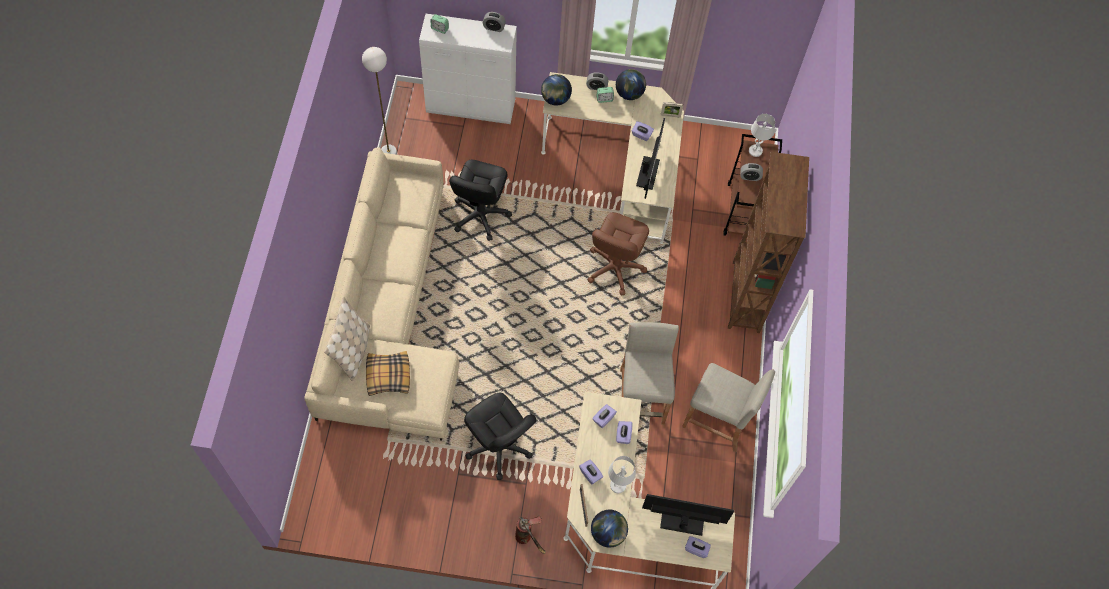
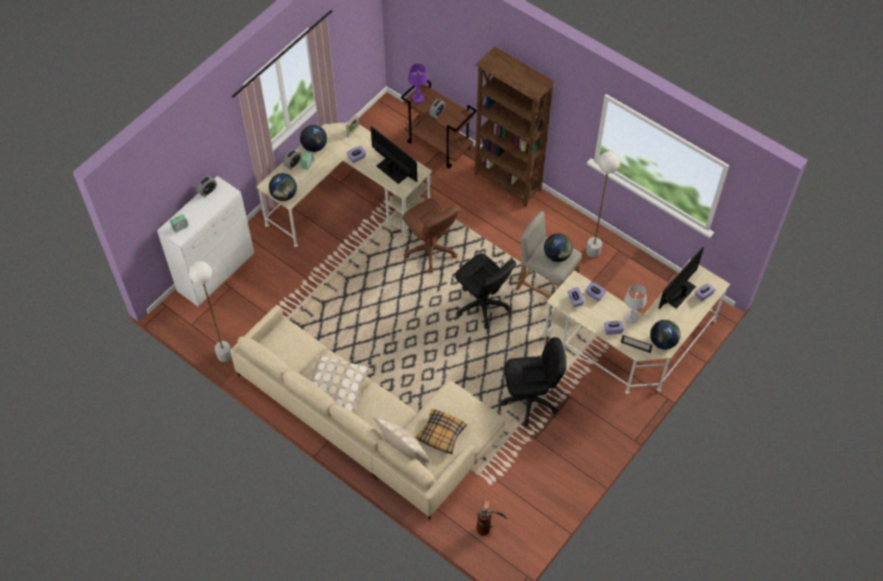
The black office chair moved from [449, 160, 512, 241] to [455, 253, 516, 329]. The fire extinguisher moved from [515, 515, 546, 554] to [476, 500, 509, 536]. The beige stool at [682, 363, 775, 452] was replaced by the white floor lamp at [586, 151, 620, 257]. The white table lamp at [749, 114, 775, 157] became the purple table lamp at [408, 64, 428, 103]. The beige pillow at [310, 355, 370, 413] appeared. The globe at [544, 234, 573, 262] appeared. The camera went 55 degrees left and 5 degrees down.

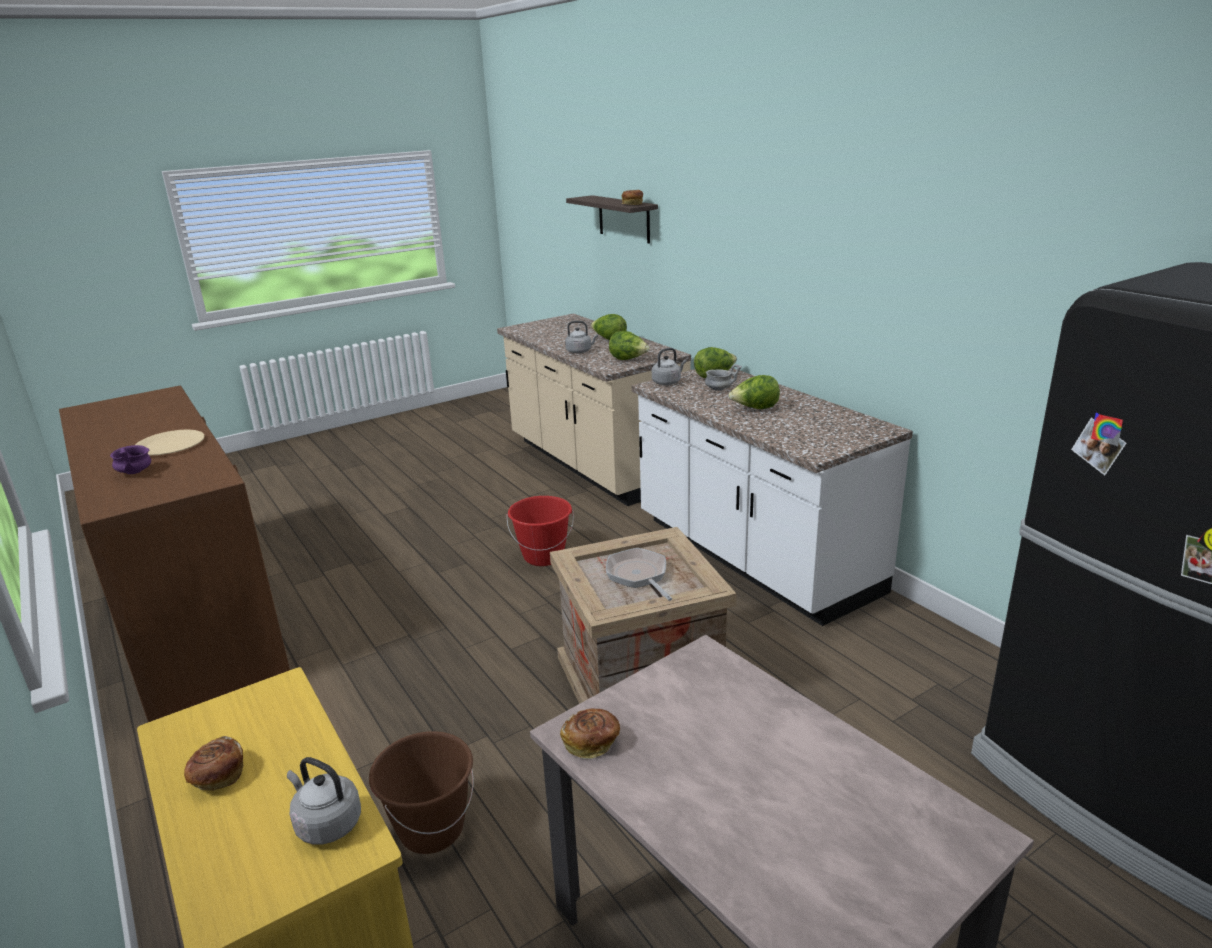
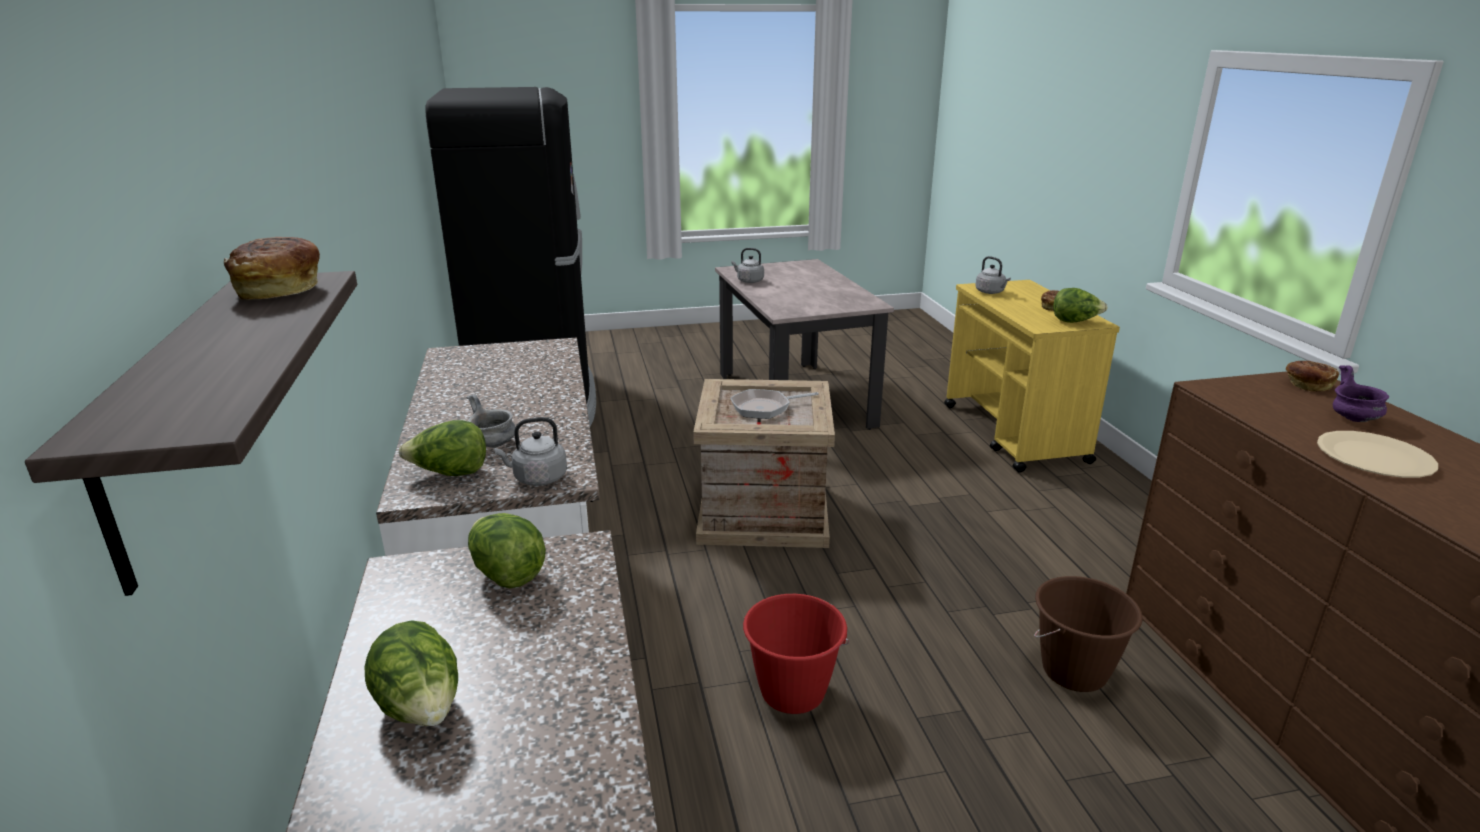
The brown bucket moved from [369, 731, 473, 854] to [1034, 576, 1143, 692]. The bread moved from [560, 709, 620, 759] to [1286, 361, 1339, 392]. The grey kettle moved from [565, 321, 598, 353] to [731, 248, 764, 283]. The frying pan at [606, 548, 672, 601] turned 75 degrees clockwise. The lettuce moved from [729, 375, 780, 409] to [1053, 288, 1108, 323]. The camera went 160 degrees left and 0 degrees up.

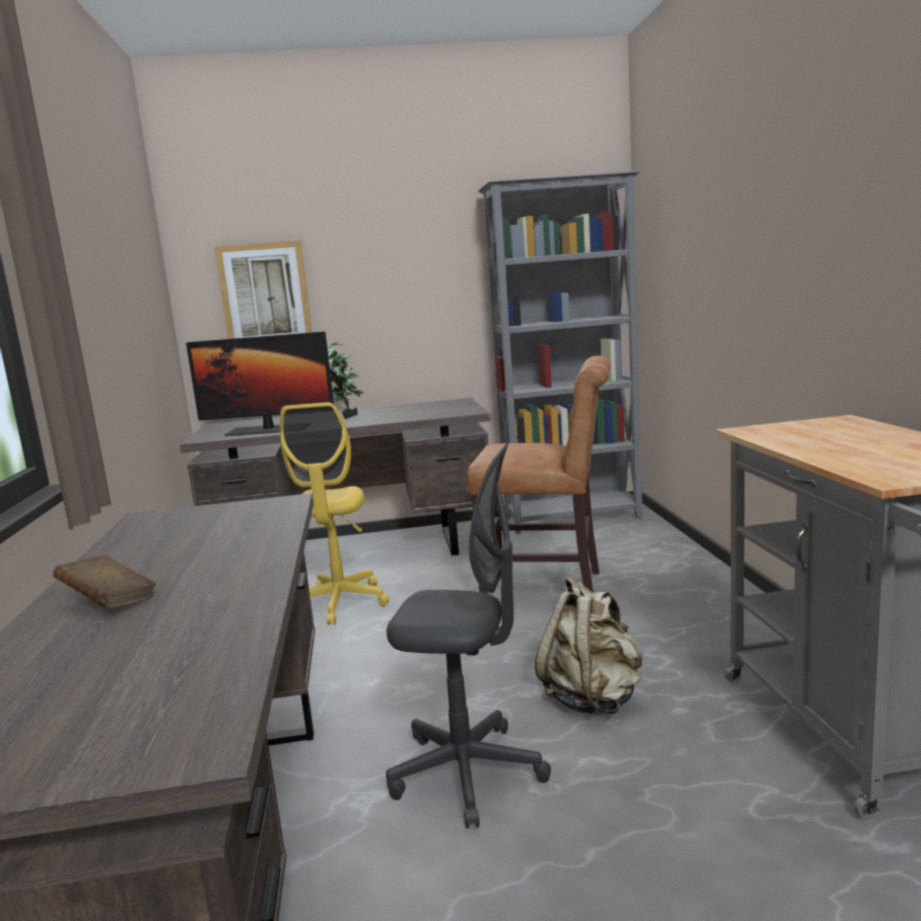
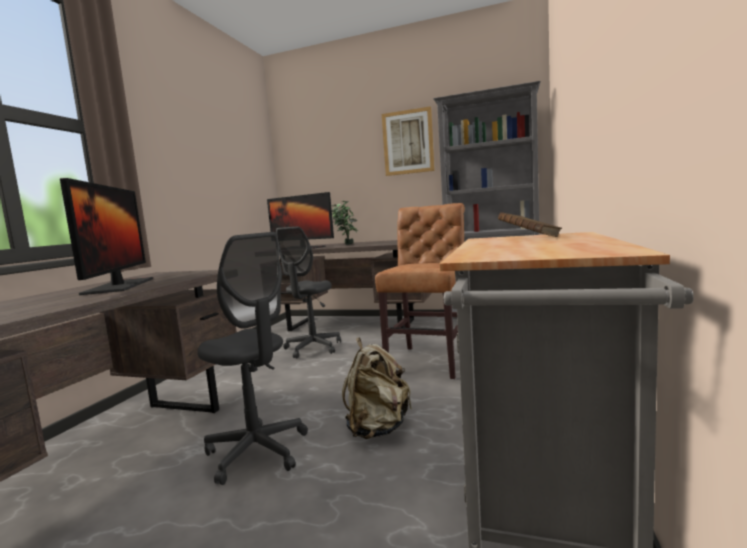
The brown book moved from [53, 555, 156, 609] to [498, 212, 562, 237]. The picture moved from [214, 240, 312, 339] to [382, 106, 435, 176]. The yellow office chair at [280, 402, 389, 625] became the grey office chair at [276, 227, 341, 358]. The brown chair at [467, 355, 610, 593] turned 105 degrees counterclockwise. The monitor at [60, 178, 153, 295] appeared. The camera went 25 degrees right and 5 degrees down.

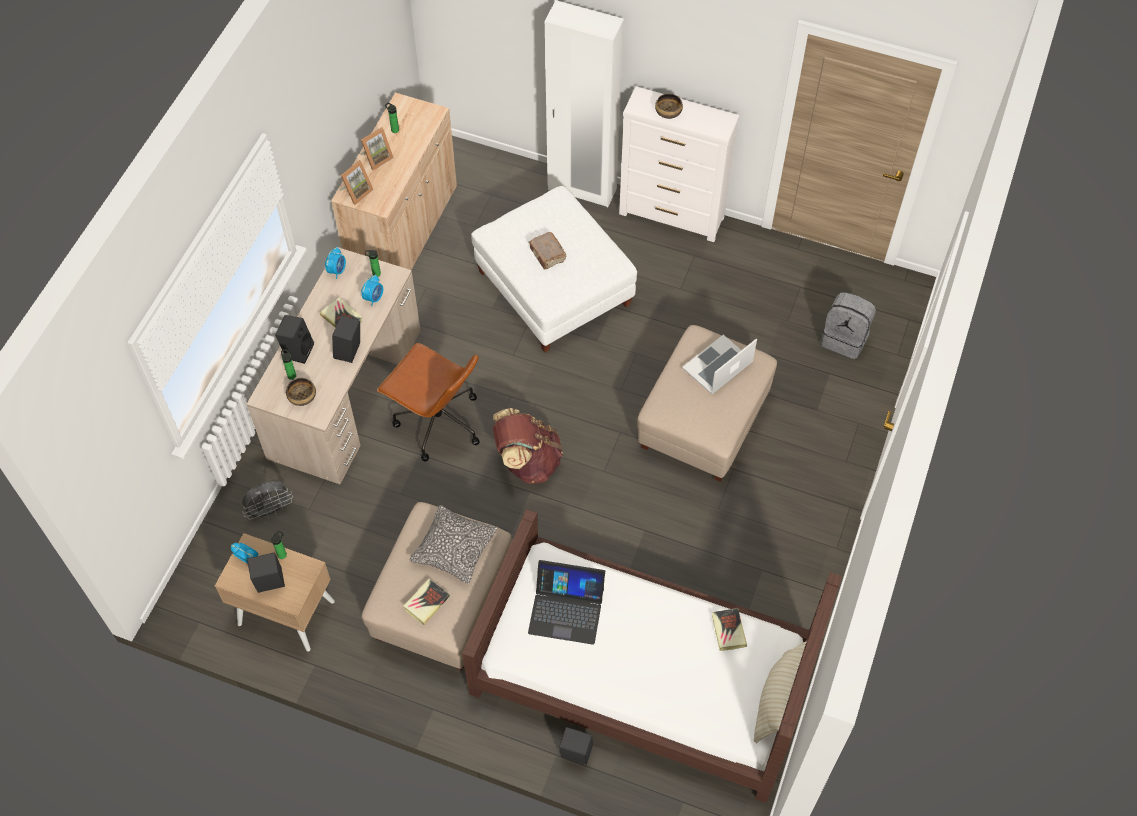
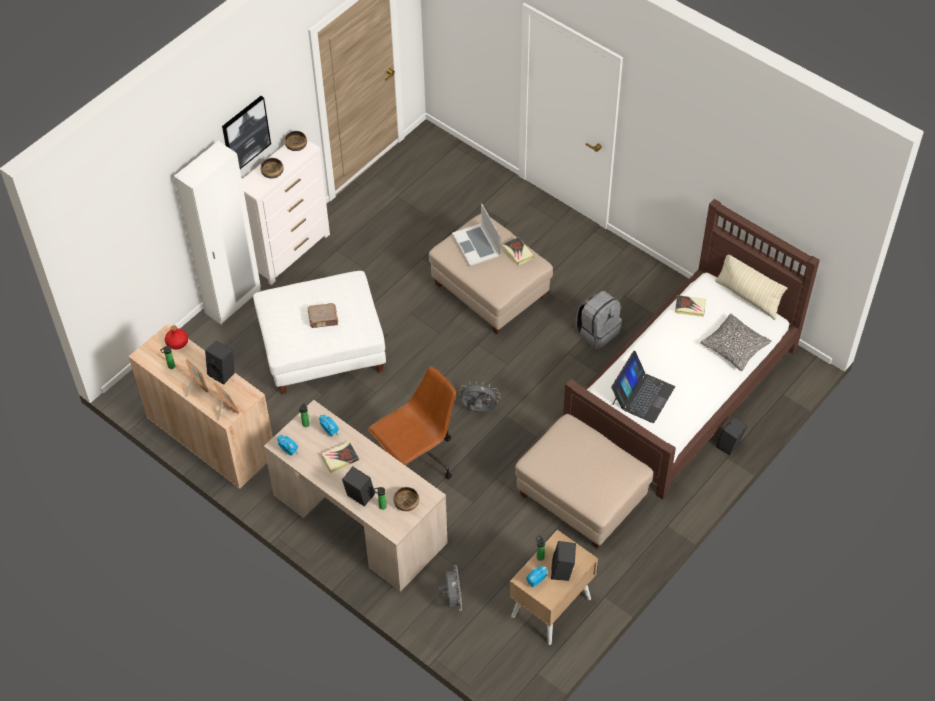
The black speaker moved from [332, 315, 360, 363] to [205, 341, 234, 385]. The book moved from [403, 579, 450, 625] to [503, 237, 534, 266]. The pillow moved from [410, 505, 497, 584] to [700, 314, 771, 371]. The brown backpack at [492, 408, 563, 484] was replaced by the grey fan at [459, 381, 499, 412]. The grey backpack moved from [821, 292, 876, 359] to [576, 291, 622, 349]. The red bottle at [165, 325, 188, 350] appeared. The picture at [222, 96, 271, 169] appeared. The bowl at [284, 131, 307, 151] appeared. The camera went 70 degrees left and 5 degrees down.

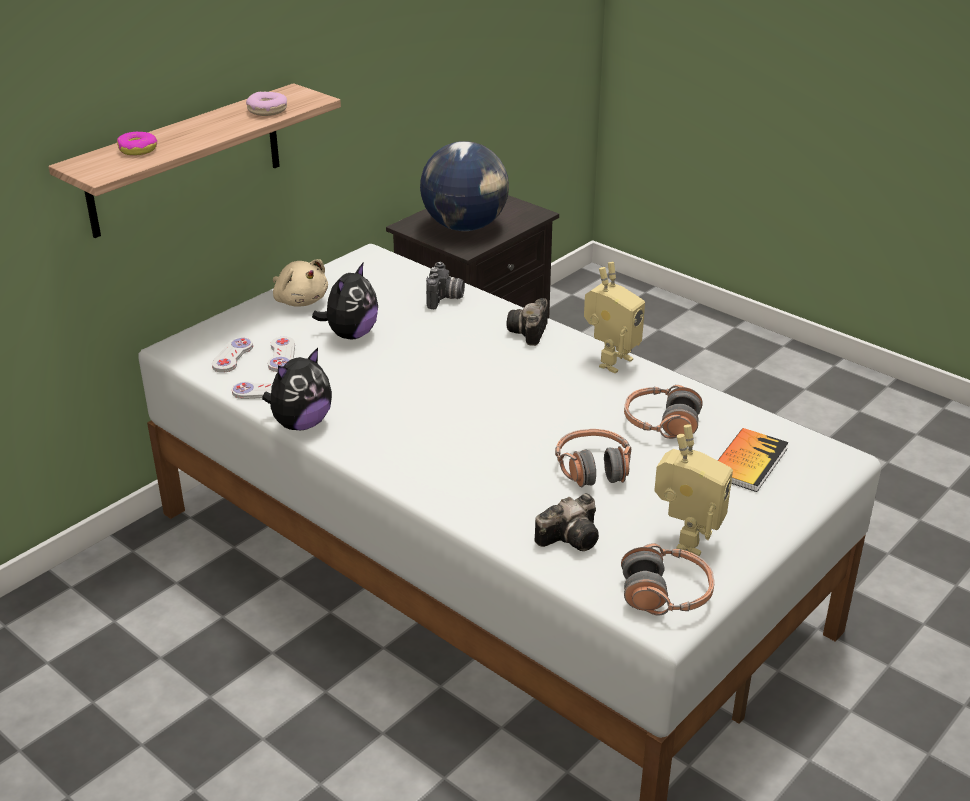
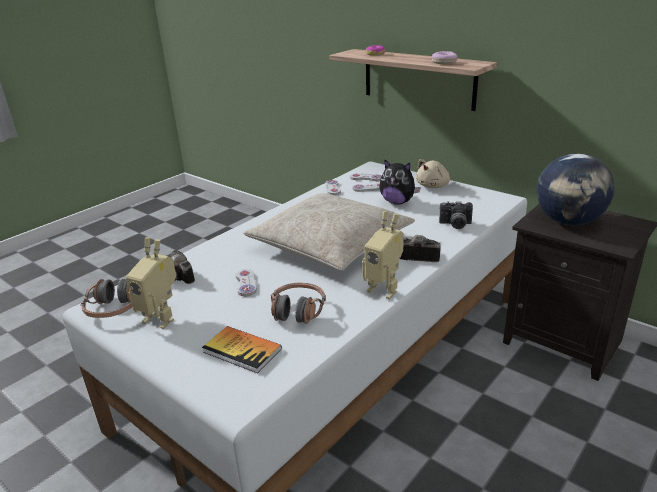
The plush toy at [262, 348, 332, 430] disappeared. The headphones at [555, 429, 631, 487] was replaced by the white game controller at [236, 269, 257, 296]. The beige pillow at [243, 193, 415, 271] appeared. The camera went 90 degrees right and 5 degrees down.

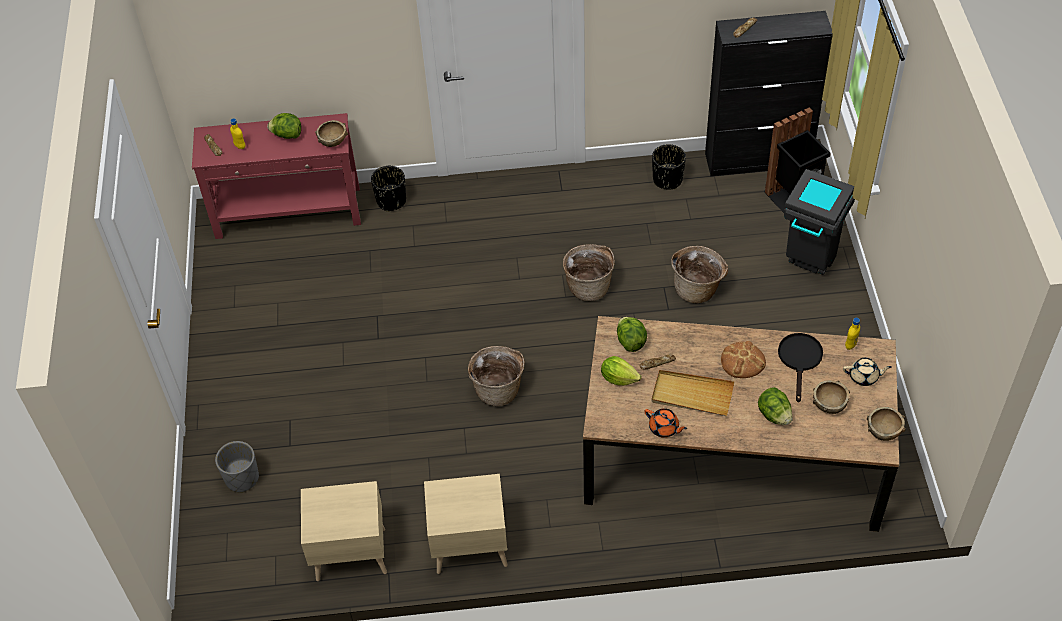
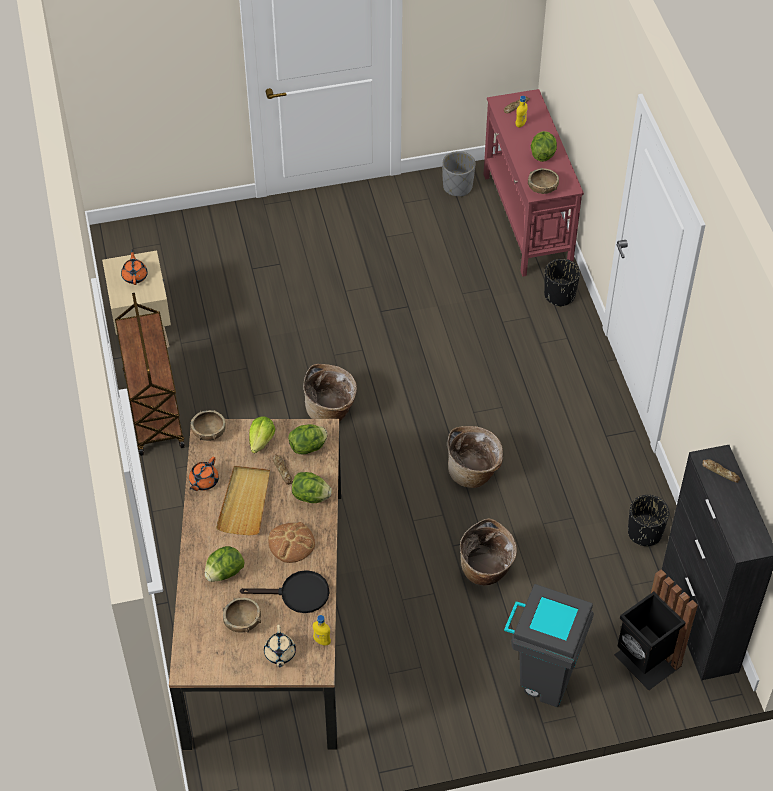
The grey planter moved from [215, 441, 259, 493] to [442, 151, 476, 197]. The beige nightstand at [424, 474, 507, 574] was replaced by the brown cart at [115, 293, 185, 456]. The brown bowl moved from [867, 407, 906, 441] to [191, 410, 226, 441]. The orange teapot at [121, 250, 148, 285] appeared. The lettuce at [292, 472, 332, 503] appeared. The camera went 80 degrees right and 0 degrees up.

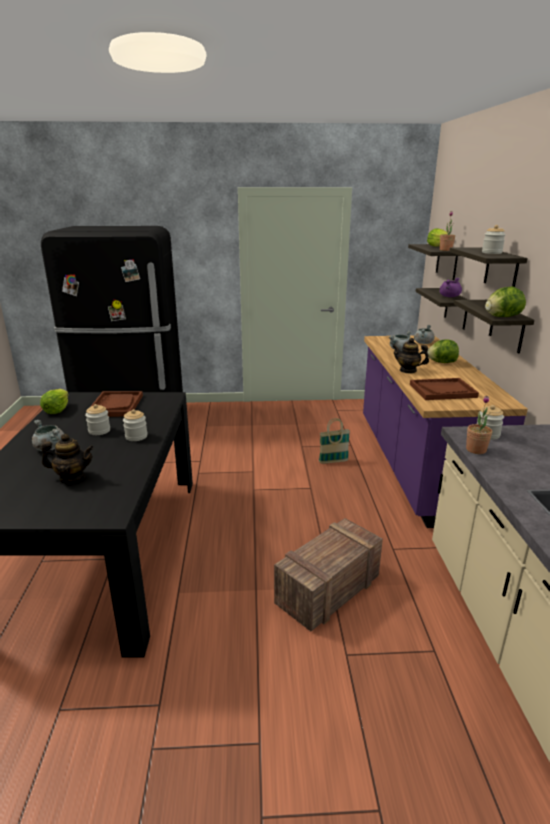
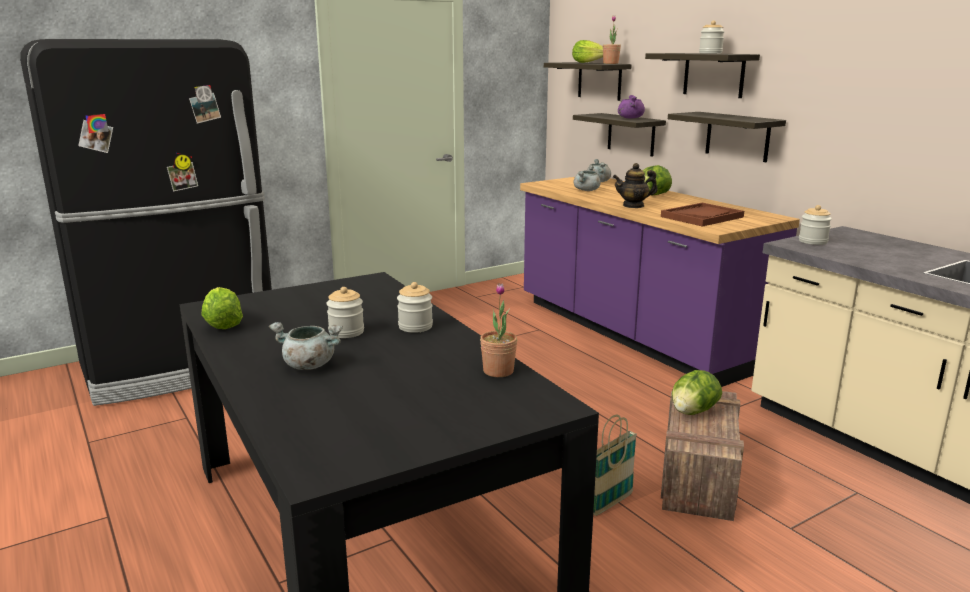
The teapot at [41, 434, 94, 483] disappeared. The brown tray at [86, 391, 143, 417] disappeared. The basket moved from [319, 418, 350, 464] to [593, 415, 637, 516]. The potted plant moved from [466, 396, 492, 454] to [480, 283, 517, 377]. The lettuce moved from [485, 287, 526, 317] to [672, 370, 722, 415]. The camera went 30 degrees left and 5 degrees down.

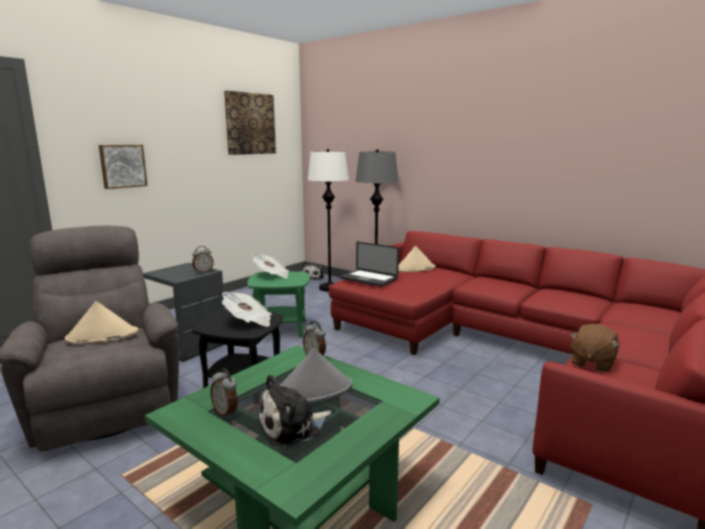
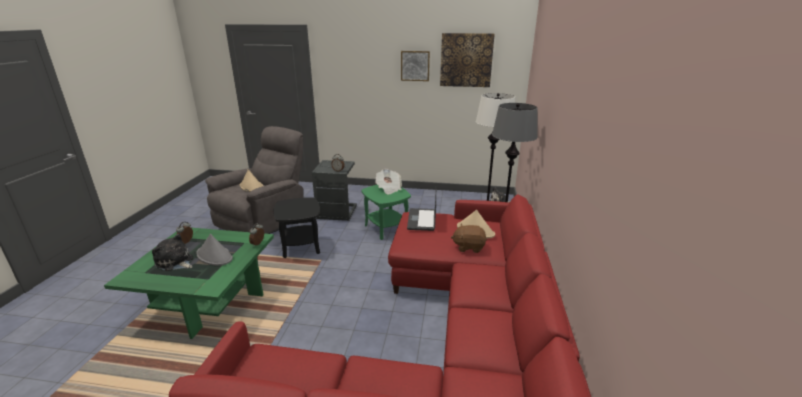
The picture moved from [99, 145, 148, 189] to [401, 51, 430, 81]. The newspaper at [222, 292, 272, 327] disappeared. The brown plush toy moved from [570, 324, 619, 372] to [451, 224, 487, 253]. The camera went 60 degrees right and 10 degrees up.

